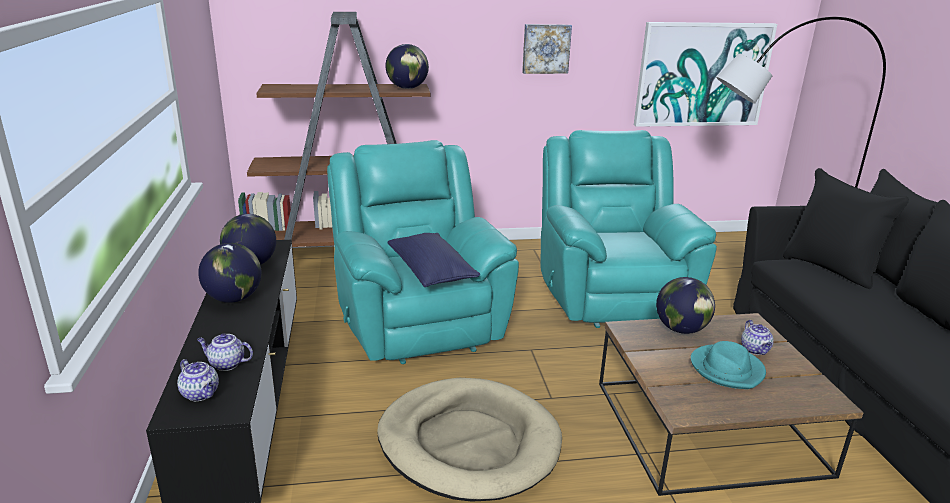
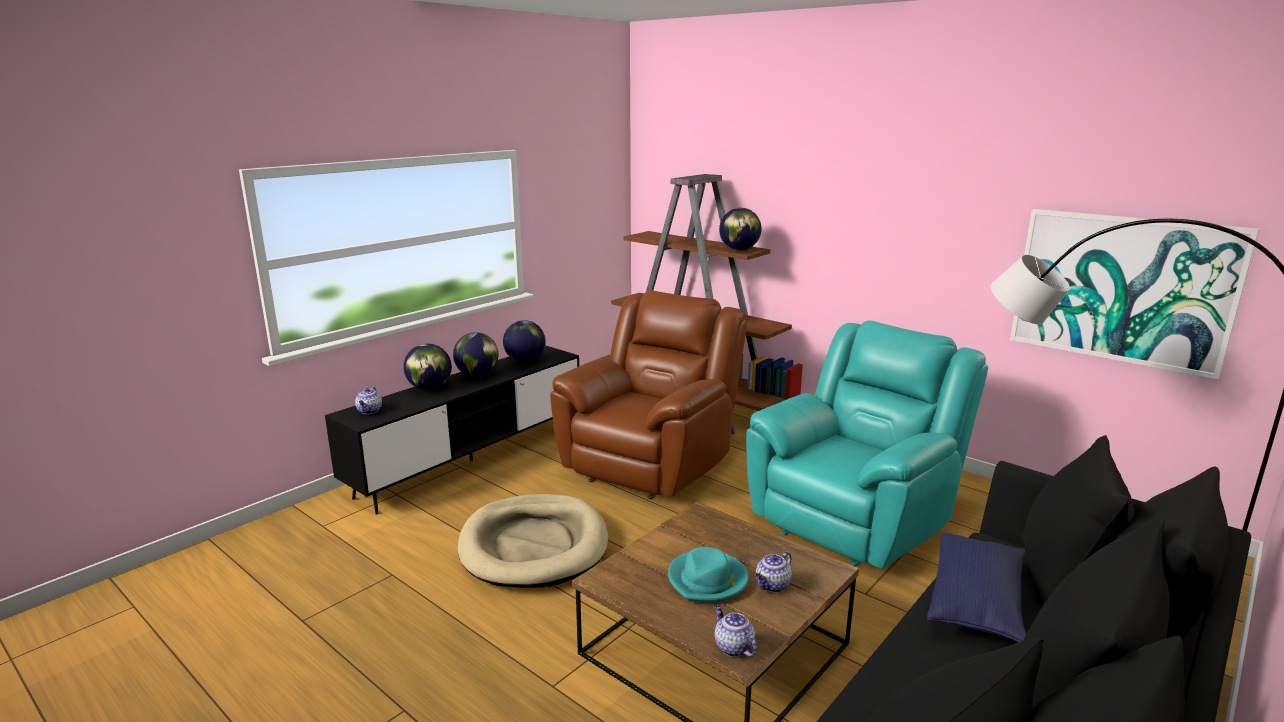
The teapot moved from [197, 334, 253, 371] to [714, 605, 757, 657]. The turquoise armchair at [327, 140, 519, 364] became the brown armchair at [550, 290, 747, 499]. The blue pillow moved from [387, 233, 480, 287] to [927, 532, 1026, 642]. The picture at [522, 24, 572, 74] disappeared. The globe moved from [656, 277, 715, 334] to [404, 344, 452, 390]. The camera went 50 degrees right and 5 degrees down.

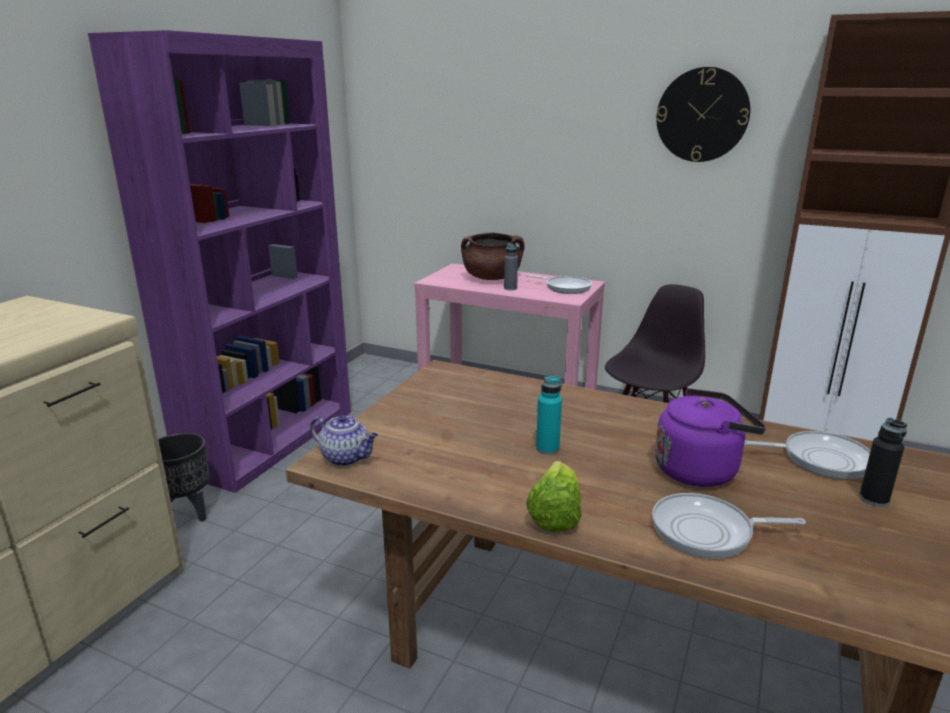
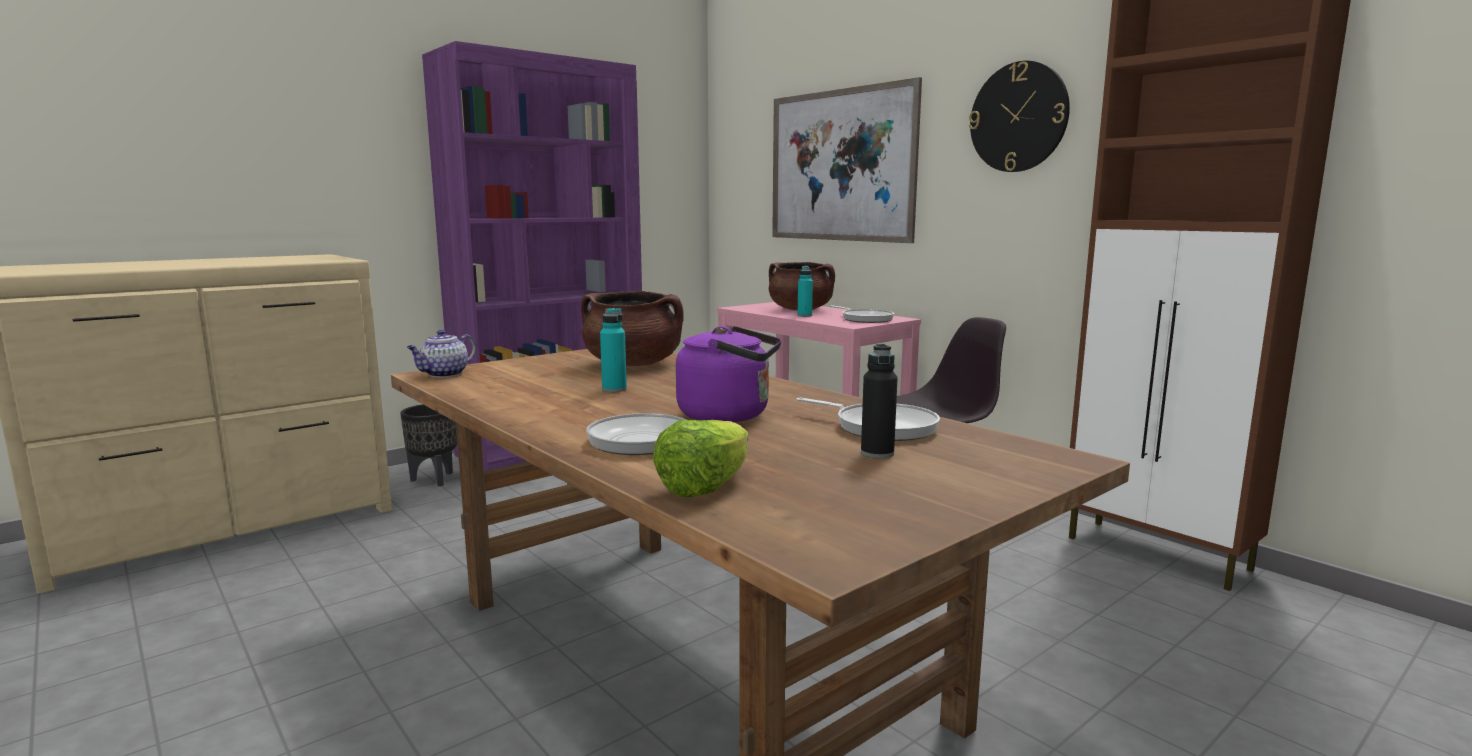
The teapot at [310, 415, 378, 466] turned 75 degrees clockwise. The grey bottle at [504, 243, 518, 290] became the turquoise bottle at [797, 266, 813, 317]. The lettuce moved from [526, 461, 582, 532] to [653, 420, 748, 497]. The brown cooking pot at [581, 291, 684, 366] appeared. The picture at [772, 77, 922, 243] appeared. The camera went 25 degrees right and 10 degrees down.

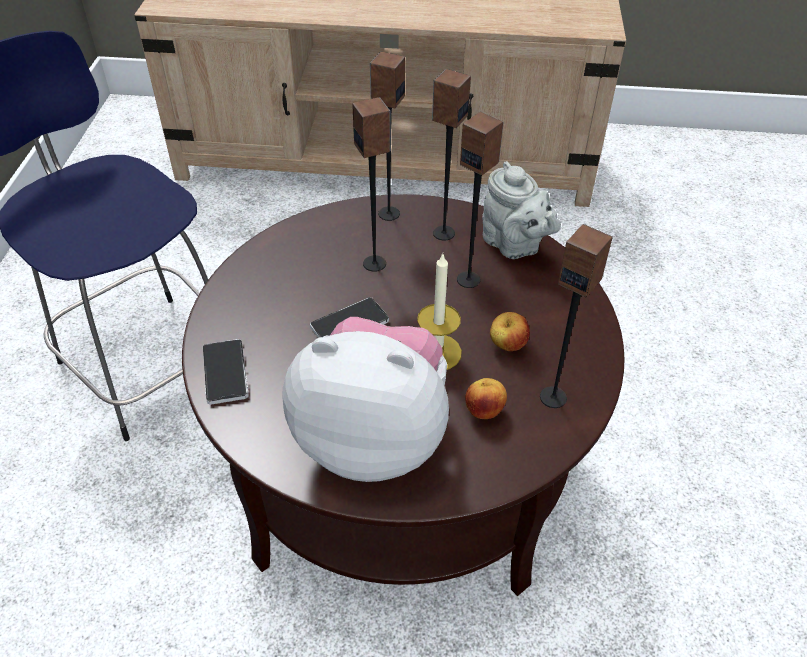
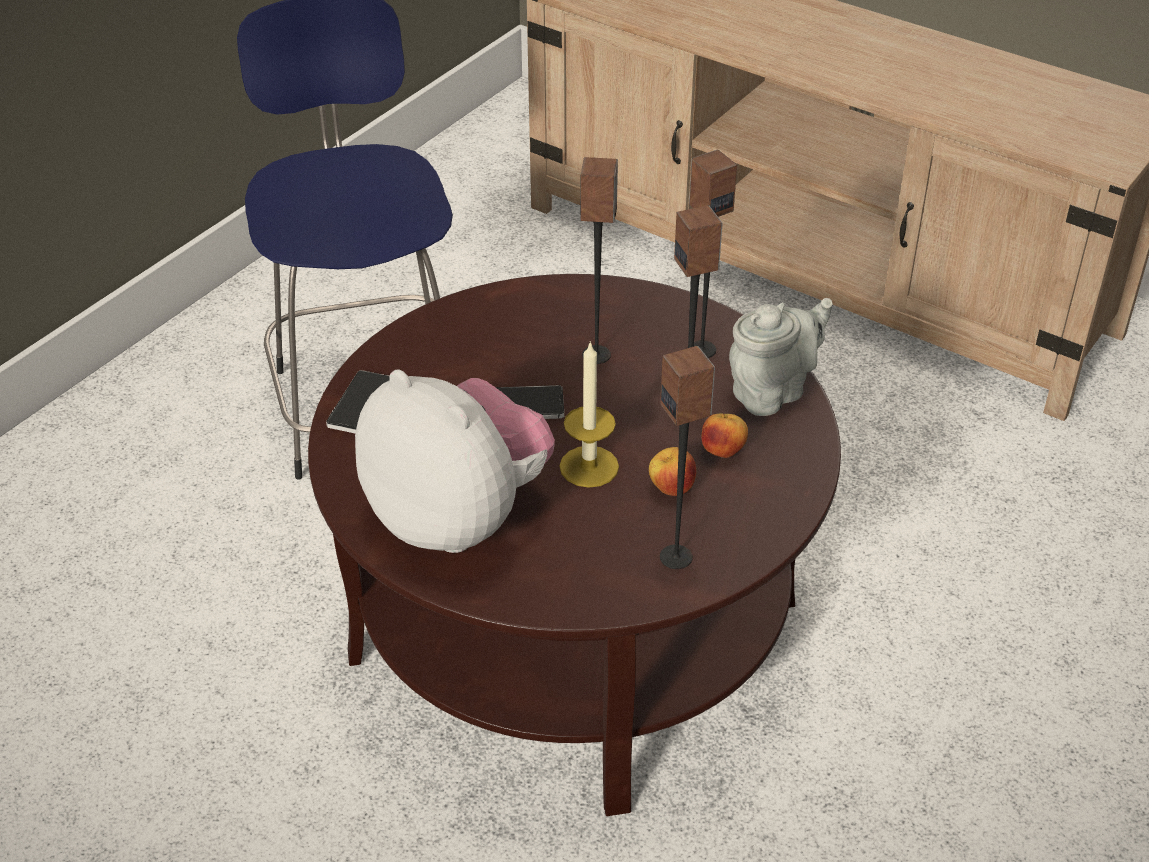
The speaker at [370, 52, 405, 221] disappeared. The apple moved from [465, 378, 507, 419] to [701, 413, 748, 458]. The grey teapot at [482, 161, 561, 259] turned 120 degrees counterclockwise. The camera went 30 degrees right and 5 degrees down.

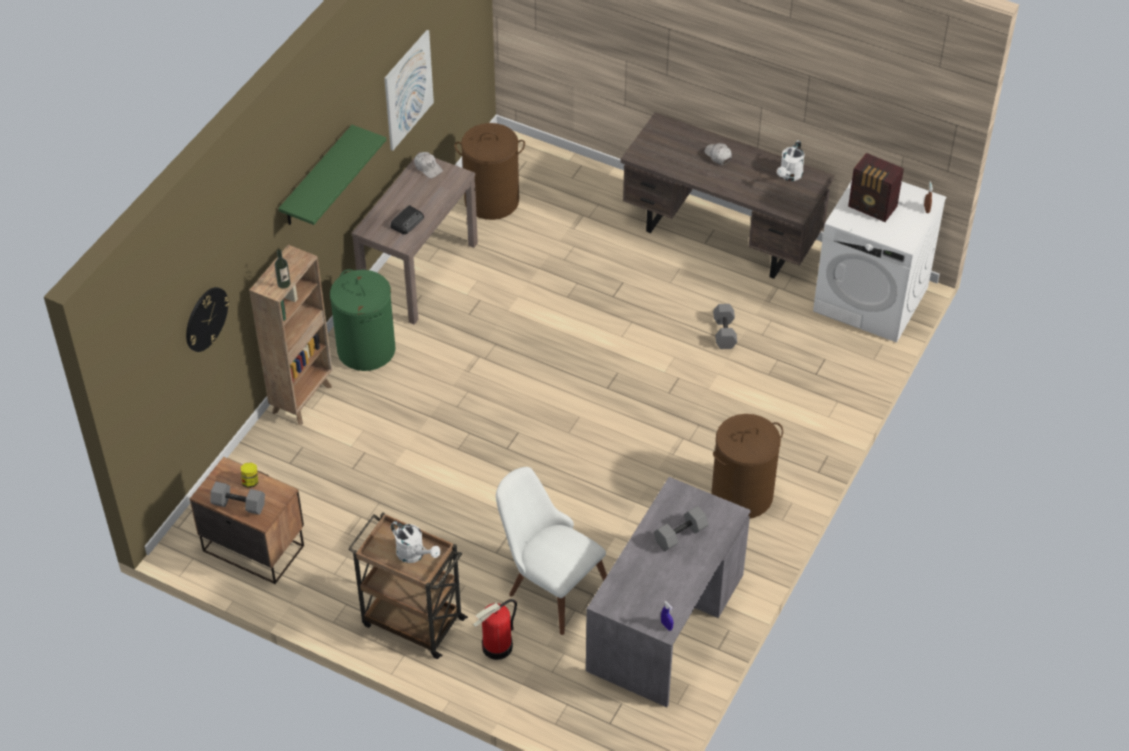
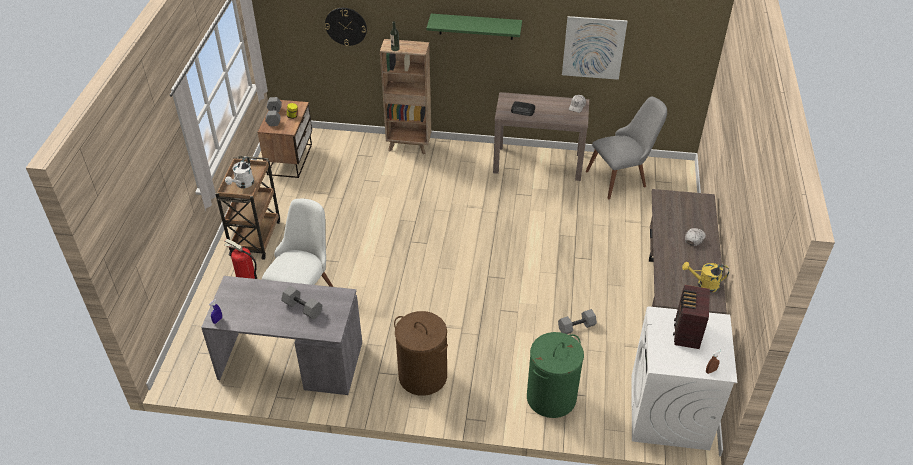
The green laundry basket moved from [330, 269, 396, 371] to [527, 332, 584, 418]. The brown laundry basket at [455, 123, 525, 220] was replaced by the grey chair at [586, 97, 667, 199]. The white watering can at [777, 140, 804, 181] became the yellow watering can at [682, 262, 729, 292]. The camera went 70 degrees right and 5 degrees down.

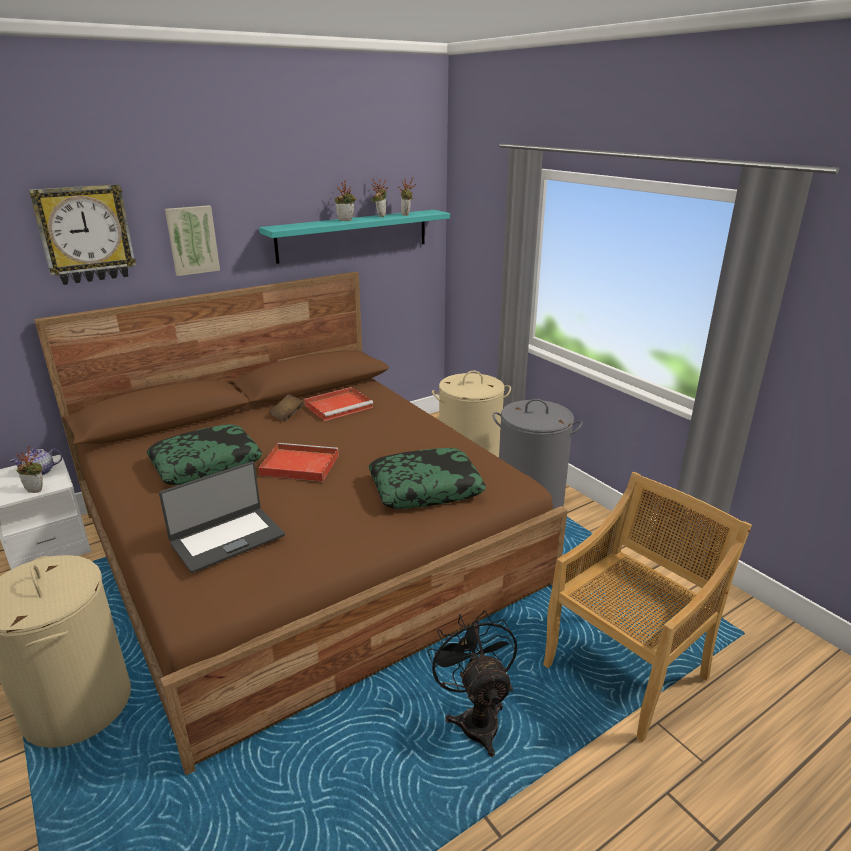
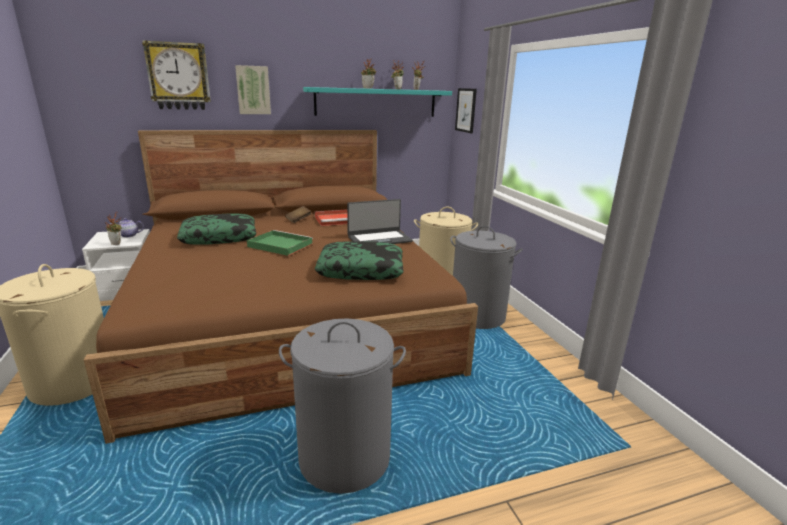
The laptop moved from [159, 461, 285, 573] to [347, 199, 413, 244]. The red tray at [258, 443, 339, 482] became the green tray at [247, 230, 313, 256]. The black fan at [427, 611, 517, 757] was replaced by the grey laundry basket at [279, 318, 406, 494]. The beige chair at [543, 472, 752, 742] disappeared. The picture at [455, 88, 477, 133] appeared. The camera went 15 degrees right and 5 degrees down.

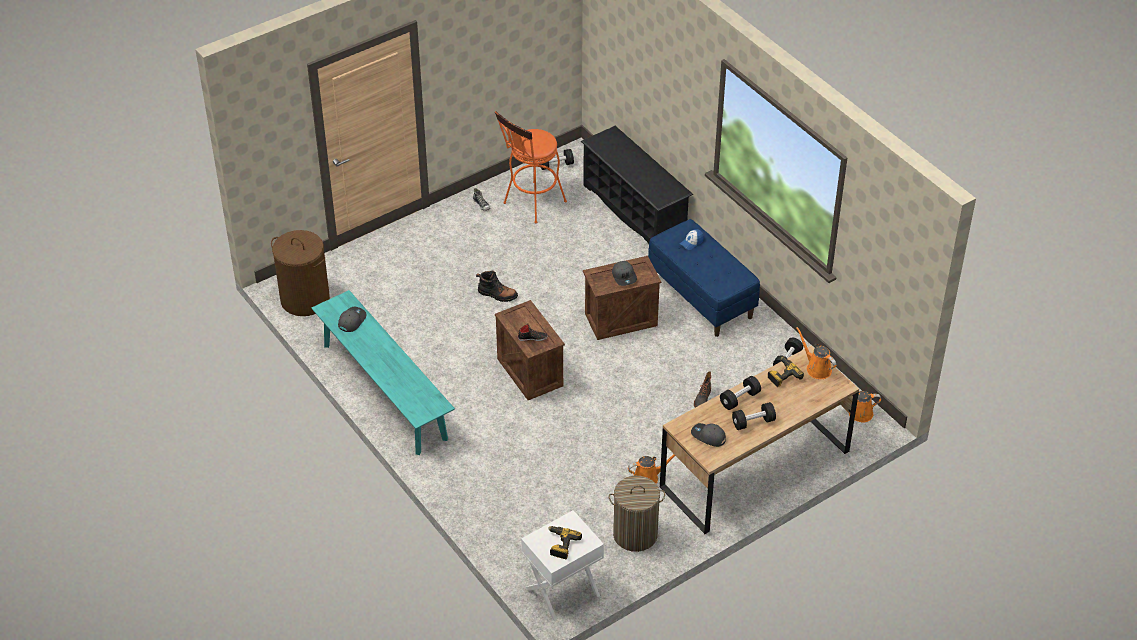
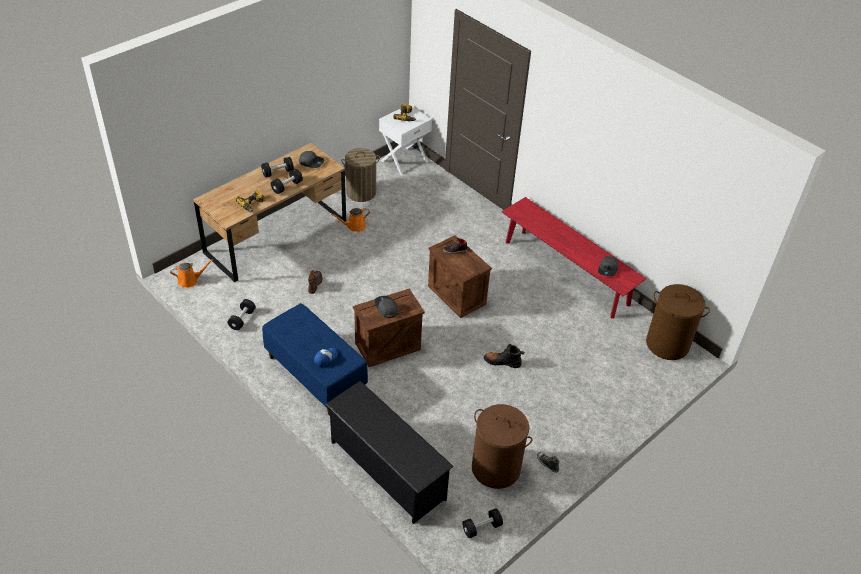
The turquoise bench at [312, 290, 455, 455] became the red bench at [502, 197, 647, 319]. The orange stool at [495, 111, 567, 223] was replaced by the brown laundry basket at [472, 404, 532, 489]. The orange watering can at [796, 327, 836, 379] disappeared. The camera went 170 degrees right and 0 degrees up.

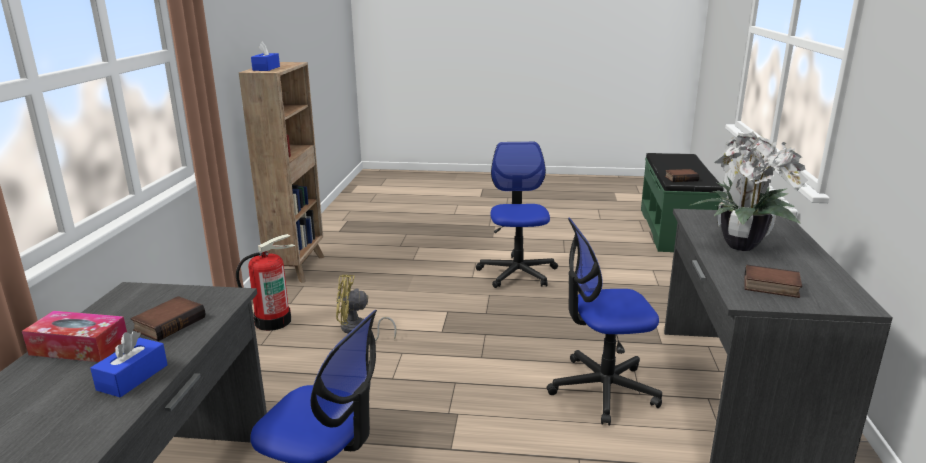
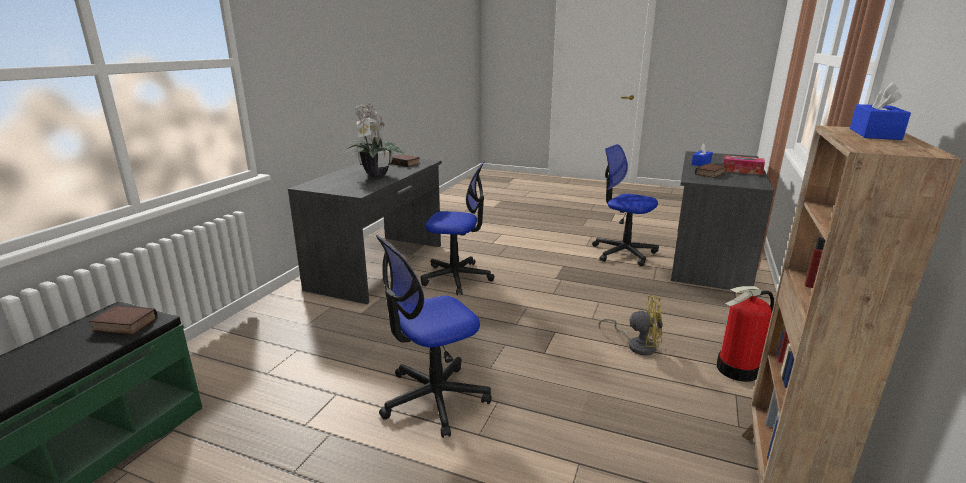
The office chair at [476, 142, 558, 288] turned 45 degrees clockwise. The camera went 165 degrees left and 0 degrees up.

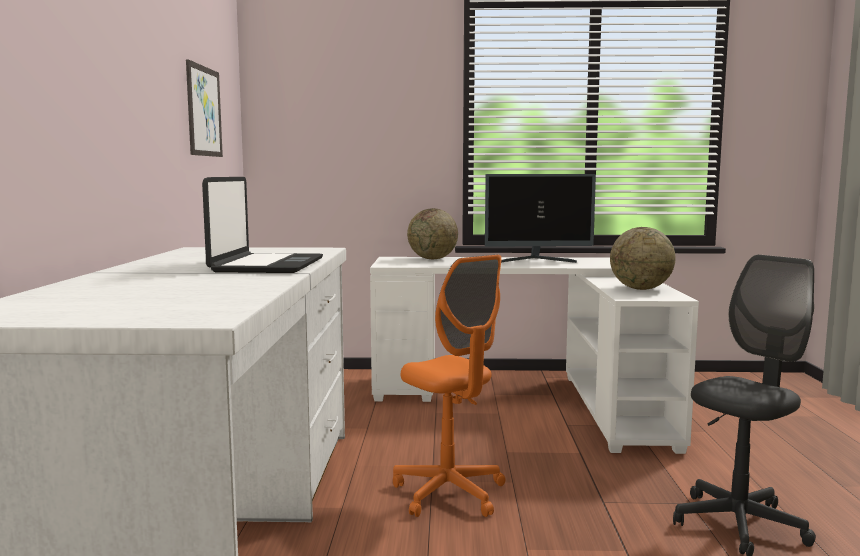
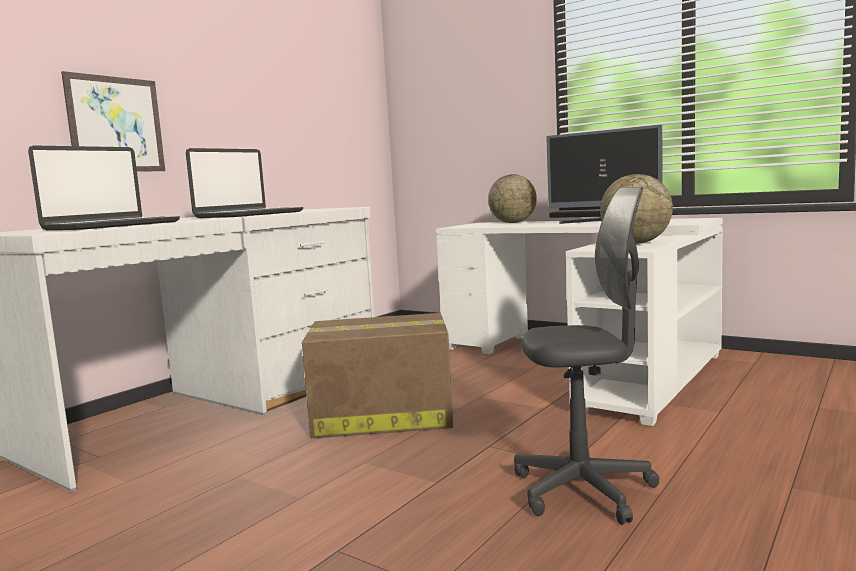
The picture moved from [186, 59, 223, 157] to [61, 71, 165, 172]. The orange office chair at [393, 255, 505, 517] was replaced by the cardboard box at [302, 313, 453, 439]. The laptop at [28, 145, 180, 230] appeared. The camera went 35 degrees right and 0 degrees up.

